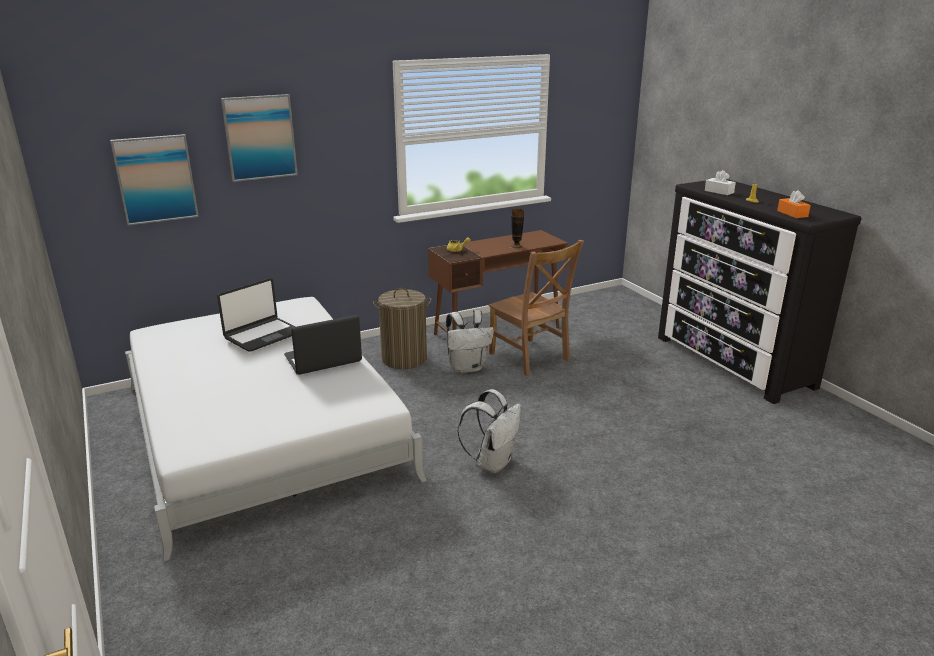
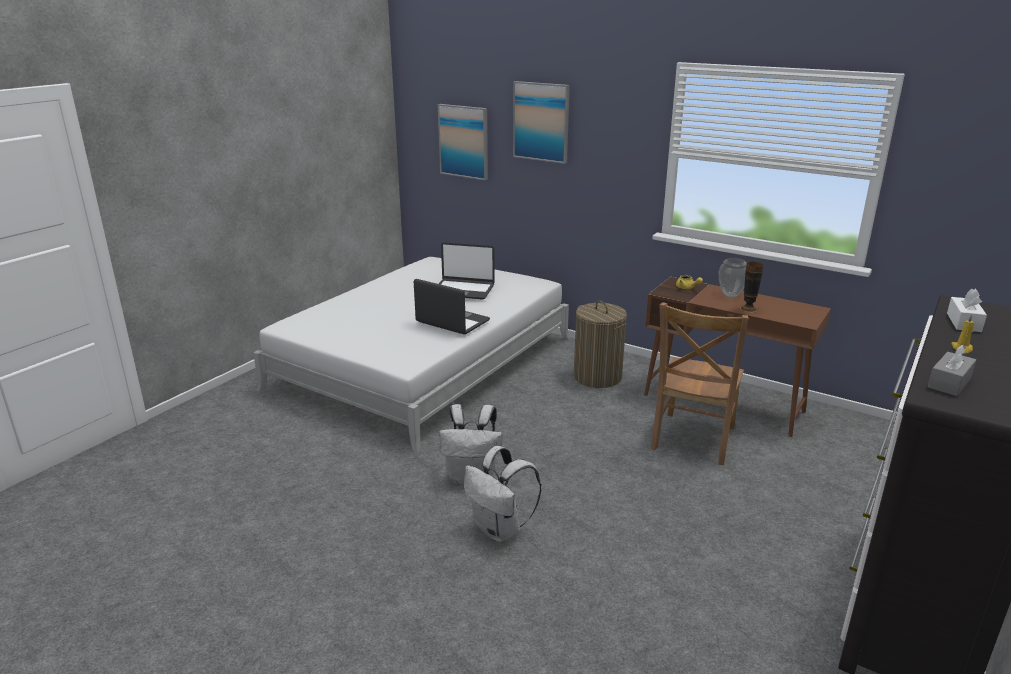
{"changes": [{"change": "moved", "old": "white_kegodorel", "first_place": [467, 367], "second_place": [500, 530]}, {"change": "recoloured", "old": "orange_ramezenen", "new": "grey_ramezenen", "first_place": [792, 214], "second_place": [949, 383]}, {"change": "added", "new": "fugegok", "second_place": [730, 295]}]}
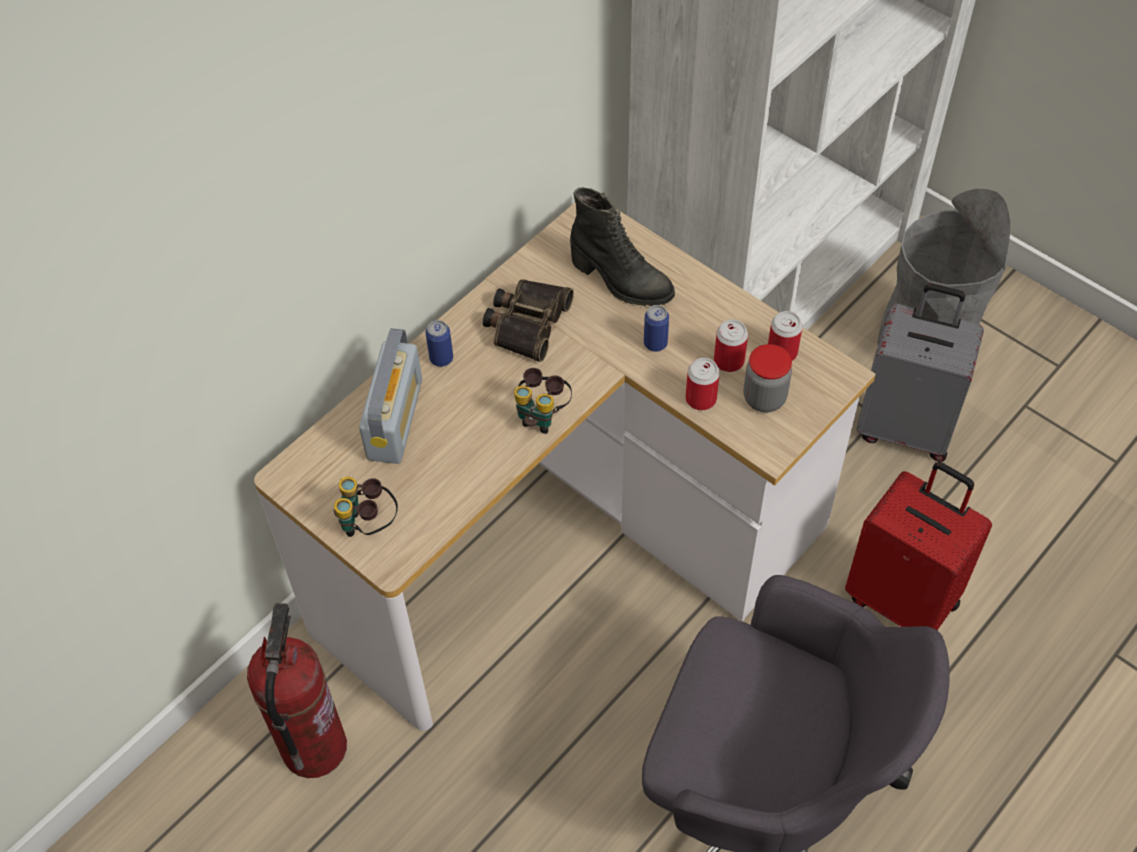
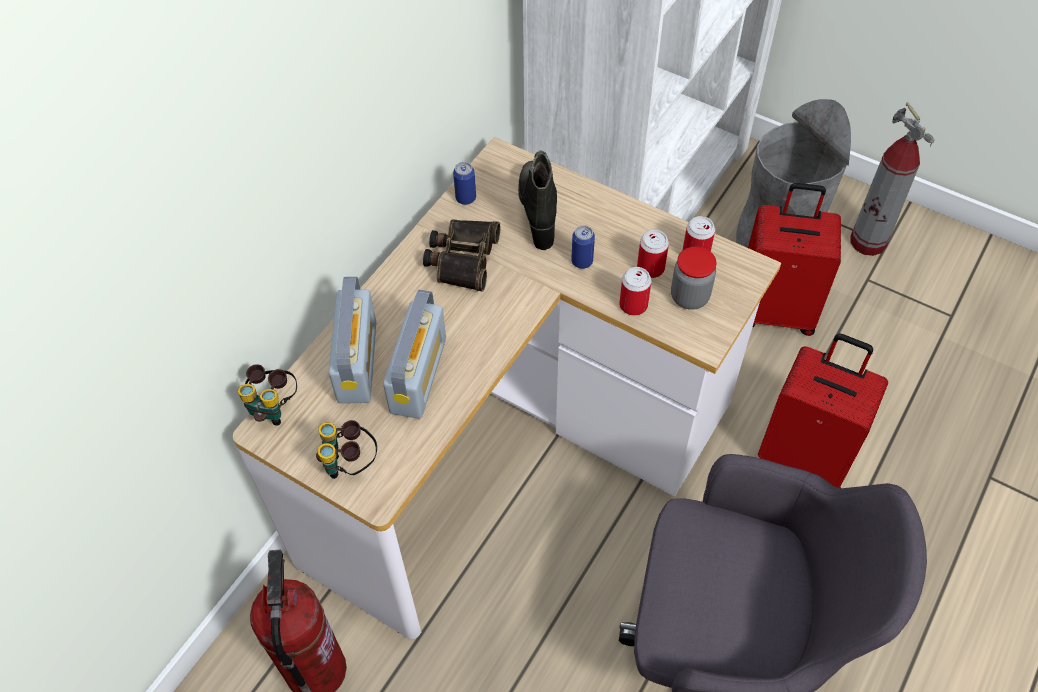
{"changes": [{"change": "moved", "old": "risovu", "first_place": [441, 358], "second_place": [466, 198]}, {"change": "moved", "old": "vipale", "first_place": [542, 415], "second_place": [274, 407]}, {"change": "turned", "old": "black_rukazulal", "first_place": [620, 281], "second_place": [539, 211], "degrees": -120}, {"change": "recoloured", "old": "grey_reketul", "new": "red_reketul", "first_place": [906, 427], "second_place": [775, 310]}, {"change": "added", "new": "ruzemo", "second_place": [418, 374]}, {"change": "added", "new": "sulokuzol", "second_place": [868, 242]}]}
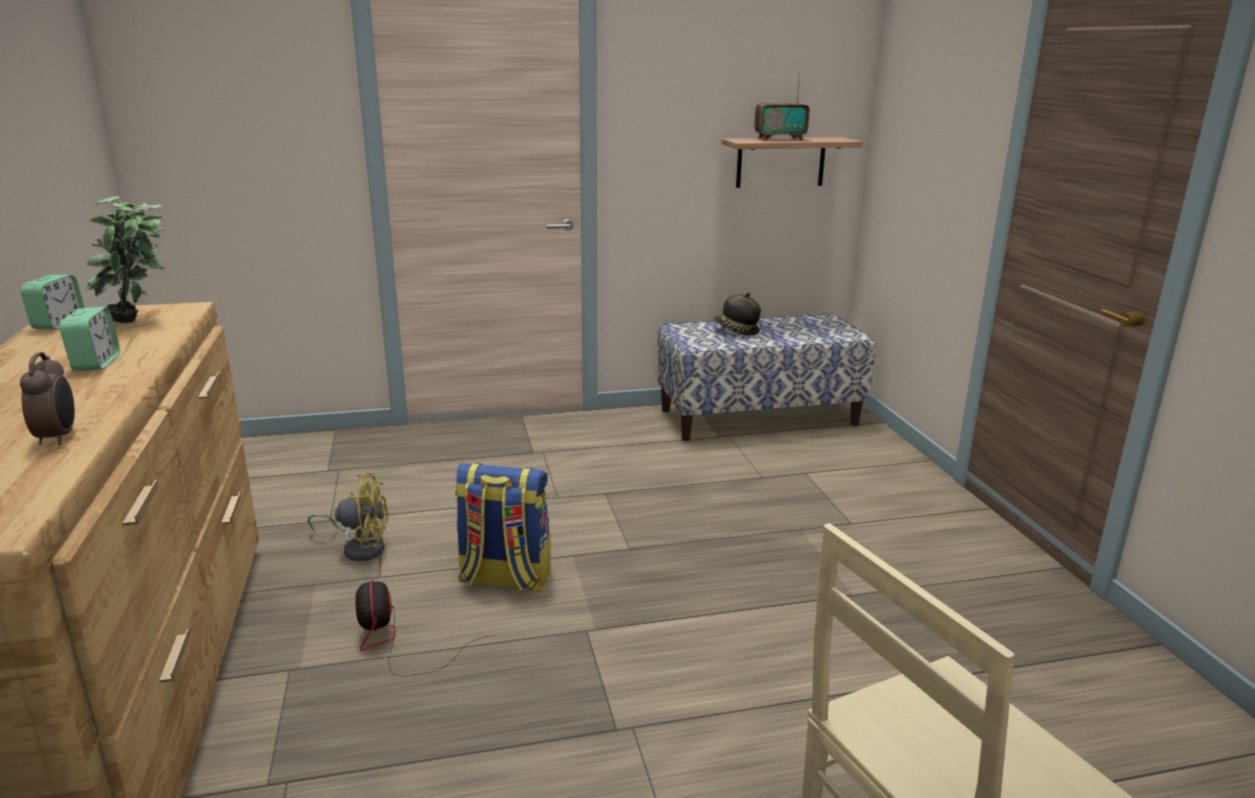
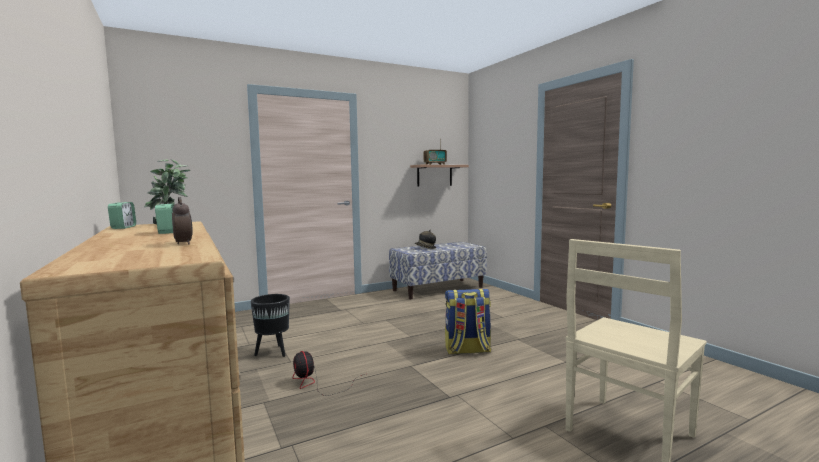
{"changes": [{"change": "replaced", "old": "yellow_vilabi", "new": "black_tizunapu", "first_place": [360, 547], "second_place": [272, 352]}, {"change": "moved", "old": "kegodorel", "first_place": [504, 578], "second_place": [467, 350]}]}
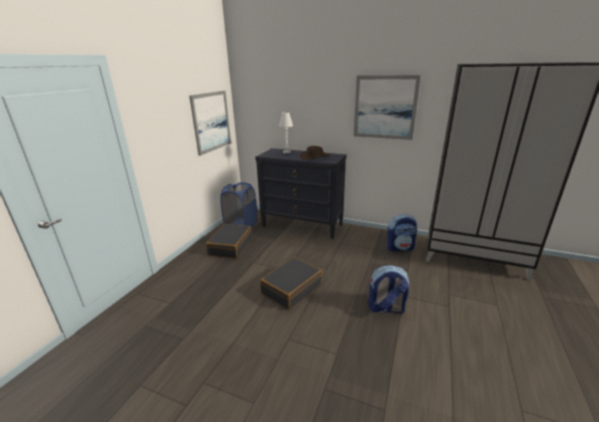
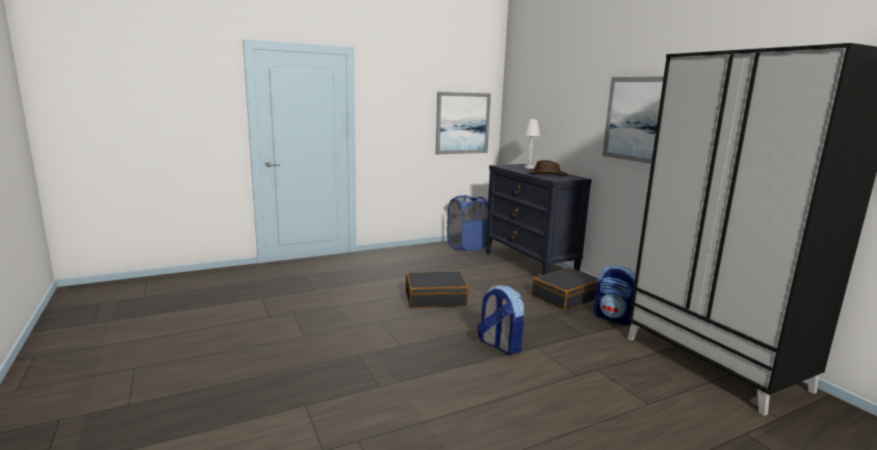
{"changes": [{"change": "moved", "old": "black_reketul", "first_place": [230, 246], "second_place": [565, 297]}]}
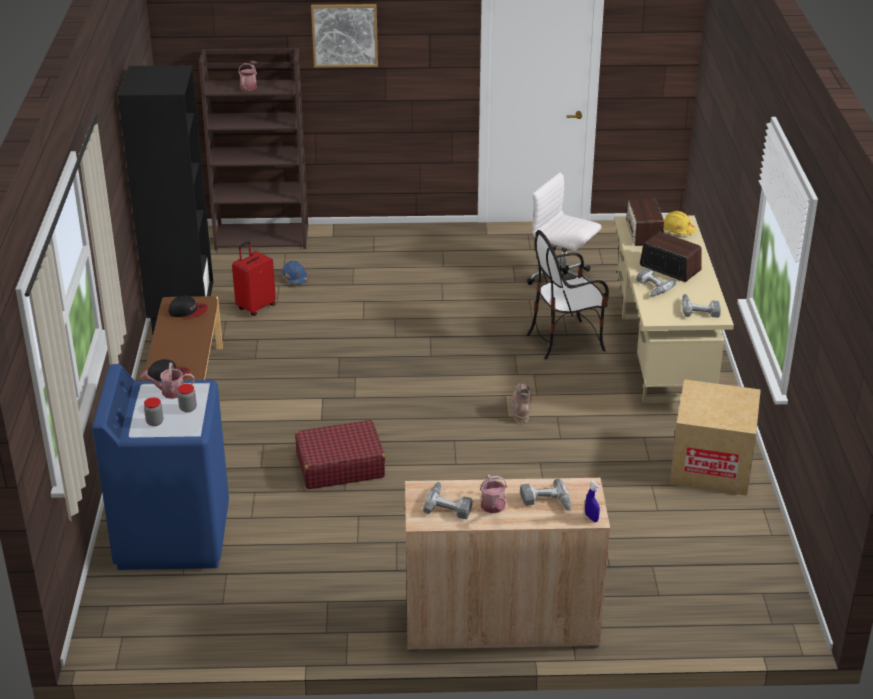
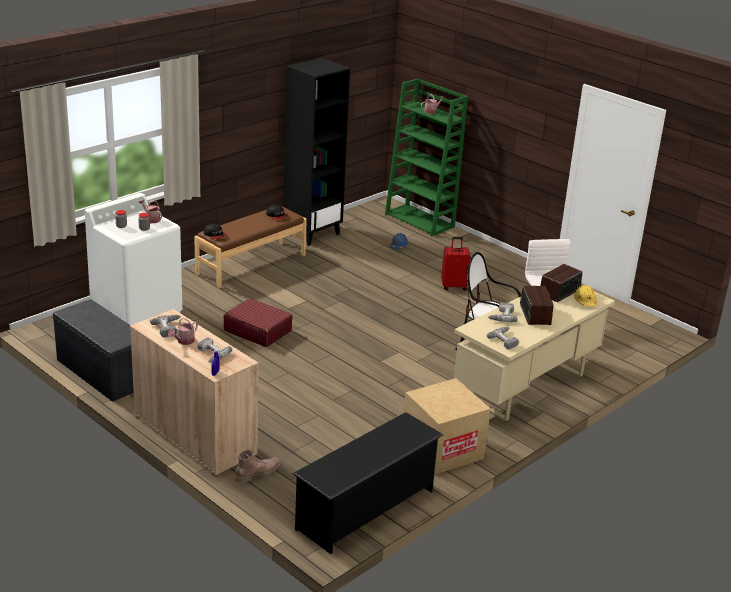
{"changes": [{"change": "recoloured", "old": "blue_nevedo", "new": "white_nevedo", "first_place": [173, 535], "second_place": [137, 312]}, {"change": "recoloured", "old": "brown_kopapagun", "new": "green_kopapagun", "first_place": [263, 237], "second_place": [420, 220]}, {"change": "moved", "old": "red_reketul", "first_place": [255, 307], "second_place": [454, 286]}, {"change": "removed", "old": "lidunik", "first_place": [345, 35]}, {"change": "moved", "old": "brown_rukazulal", "first_place": [521, 406], "second_place": [257, 472]}, {"change": "added", "new": "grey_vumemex", "second_place": [101, 372]}, {"change": "added", "new": "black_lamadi", "second_place": [366, 509]}]}
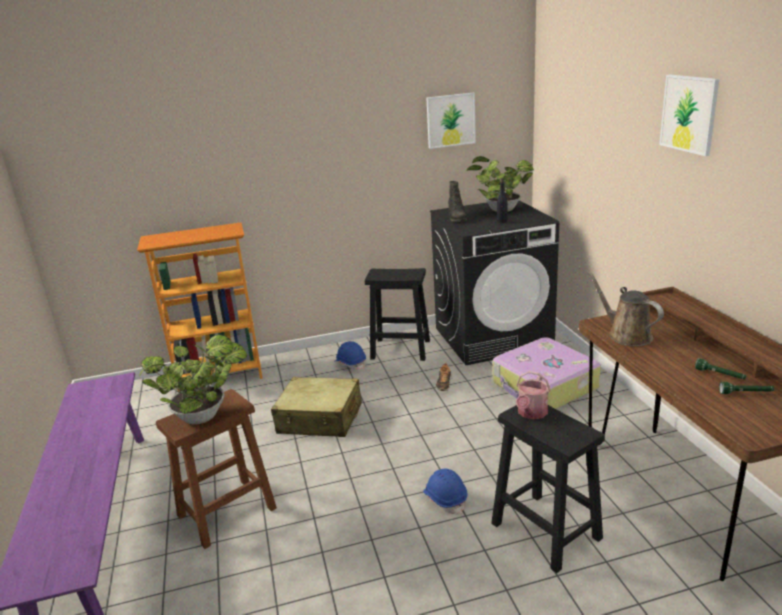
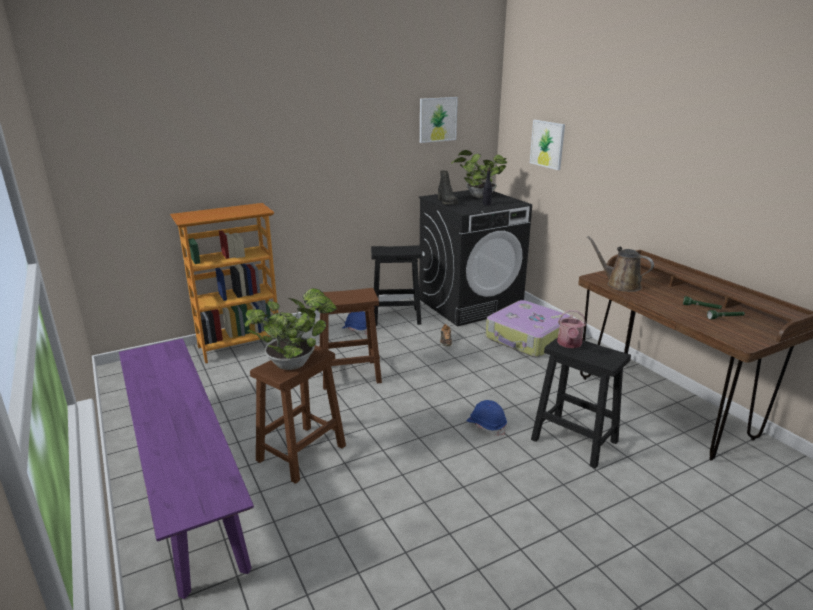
{"changes": [{"change": "replaced", "old": "beige_reketul", "new": "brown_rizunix", "first_place": [320, 419], "second_place": [351, 374]}, {"change": "moved", "old": "lidunik", "first_place": [689, 114], "second_place": [547, 144]}]}
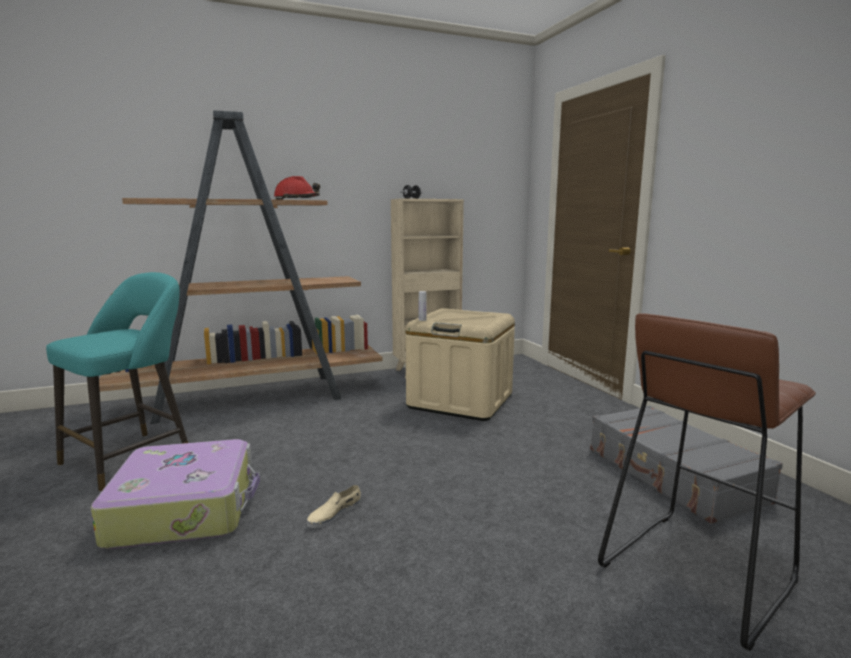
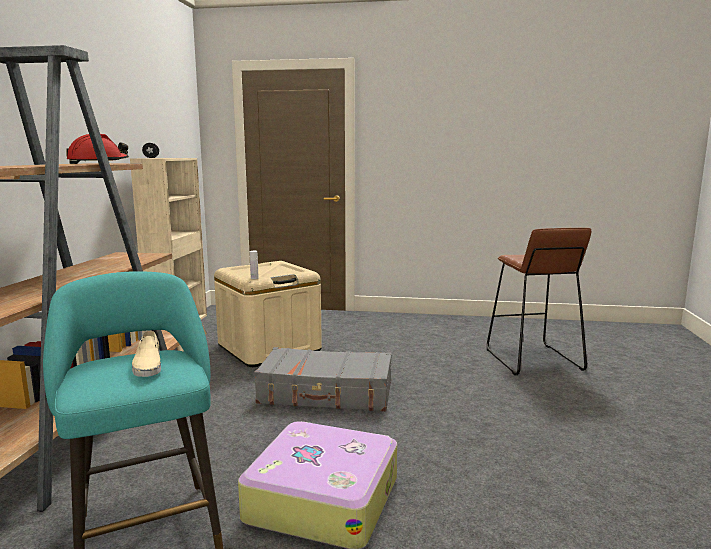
{"changes": [{"change": "moved", "old": "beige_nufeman", "first_place": [334, 514], "second_place": [148, 364]}, {"change": "moved", "old": "grey_reketul", "first_place": [672, 475], "second_place": [326, 393]}]}
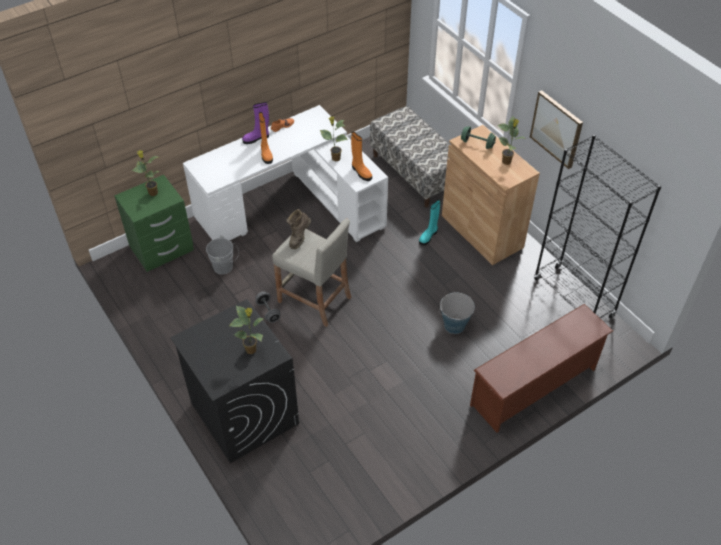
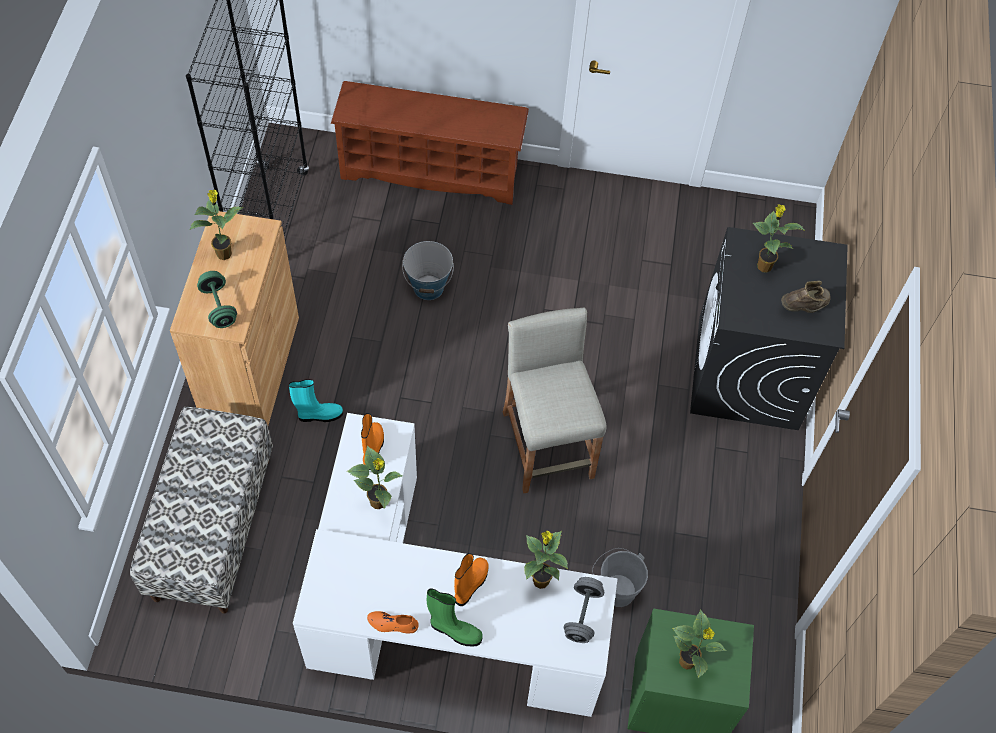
{"changes": [{"change": "recoloured", "old": "purple_rukazulal", "new": "green_rukazulal", "first_place": [256, 138], "second_place": [454, 630]}, {"change": "moved", "old": "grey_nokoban", "first_place": [268, 312], "second_place": [582, 615]}, {"change": "moved", "old": "brown_rukazulal", "first_place": [299, 237], "second_place": [804, 308]}, {"change": "removed", "old": "lidunik", "first_place": [556, 129]}, {"change": "added", "new": "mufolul", "second_place": [540, 579]}]}
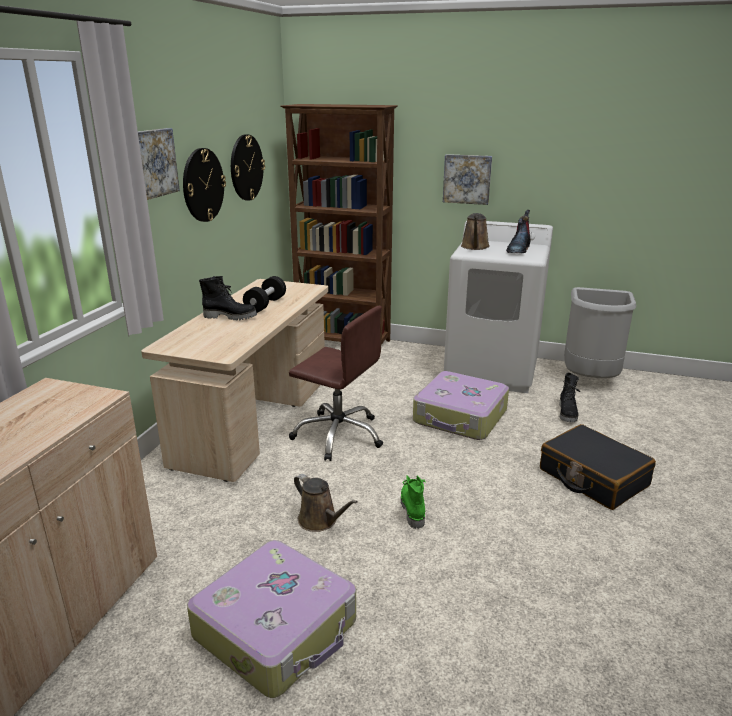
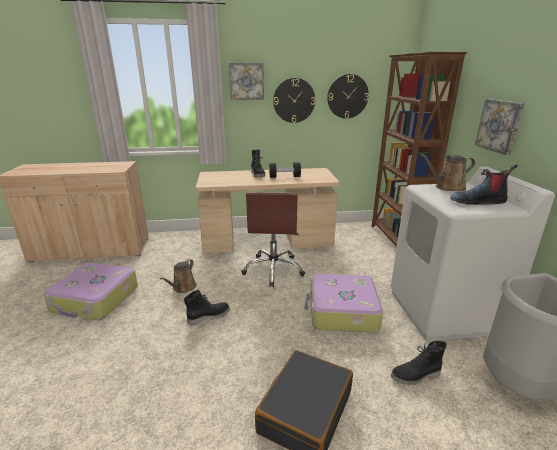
{"changes": [{"change": "recoloured", "old": "green_rukazulal", "new": "black_rukazulal", "first_place": [412, 508], "second_place": [208, 316]}]}
